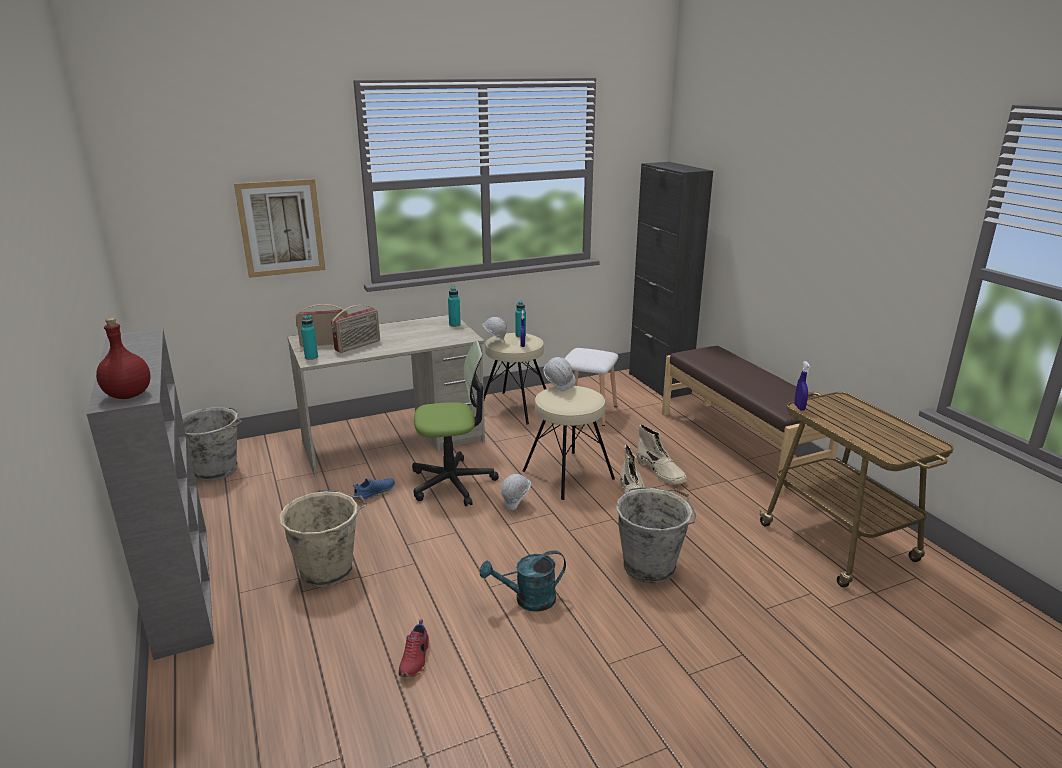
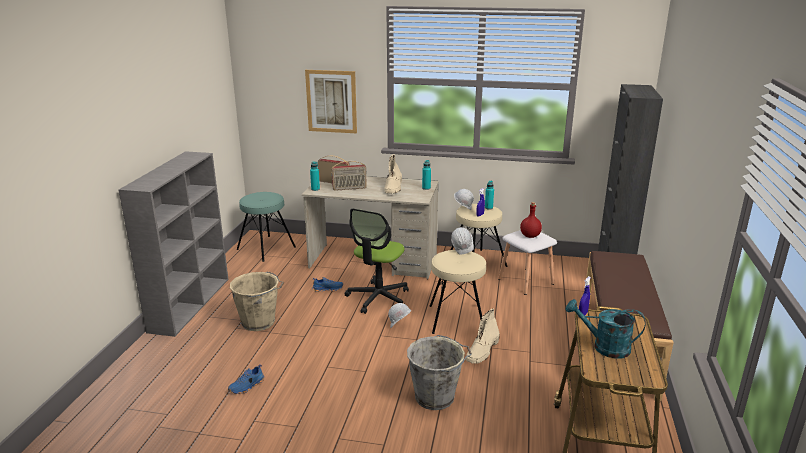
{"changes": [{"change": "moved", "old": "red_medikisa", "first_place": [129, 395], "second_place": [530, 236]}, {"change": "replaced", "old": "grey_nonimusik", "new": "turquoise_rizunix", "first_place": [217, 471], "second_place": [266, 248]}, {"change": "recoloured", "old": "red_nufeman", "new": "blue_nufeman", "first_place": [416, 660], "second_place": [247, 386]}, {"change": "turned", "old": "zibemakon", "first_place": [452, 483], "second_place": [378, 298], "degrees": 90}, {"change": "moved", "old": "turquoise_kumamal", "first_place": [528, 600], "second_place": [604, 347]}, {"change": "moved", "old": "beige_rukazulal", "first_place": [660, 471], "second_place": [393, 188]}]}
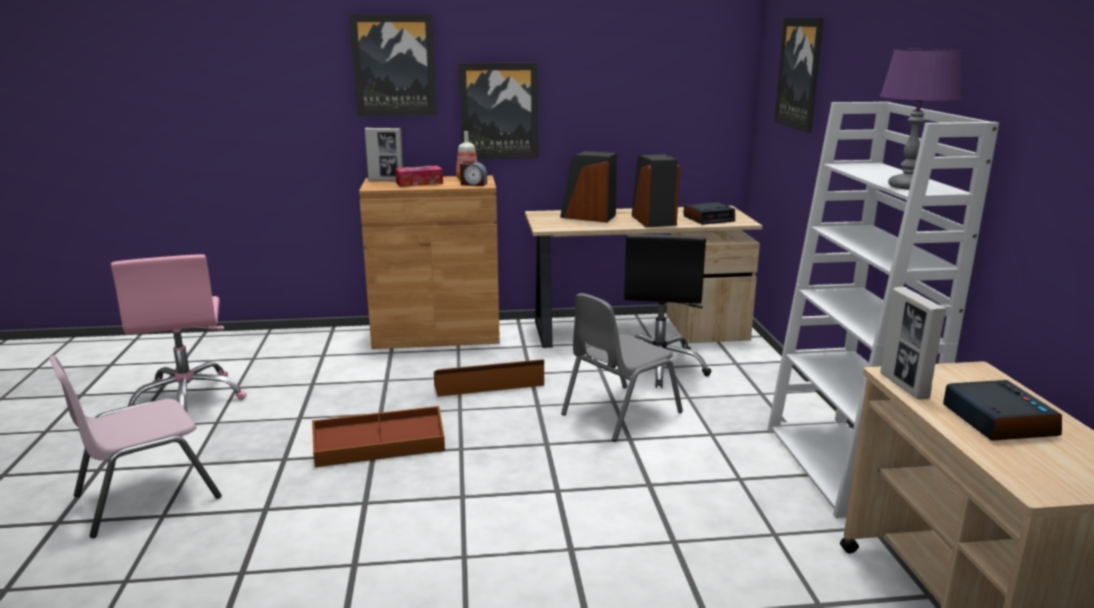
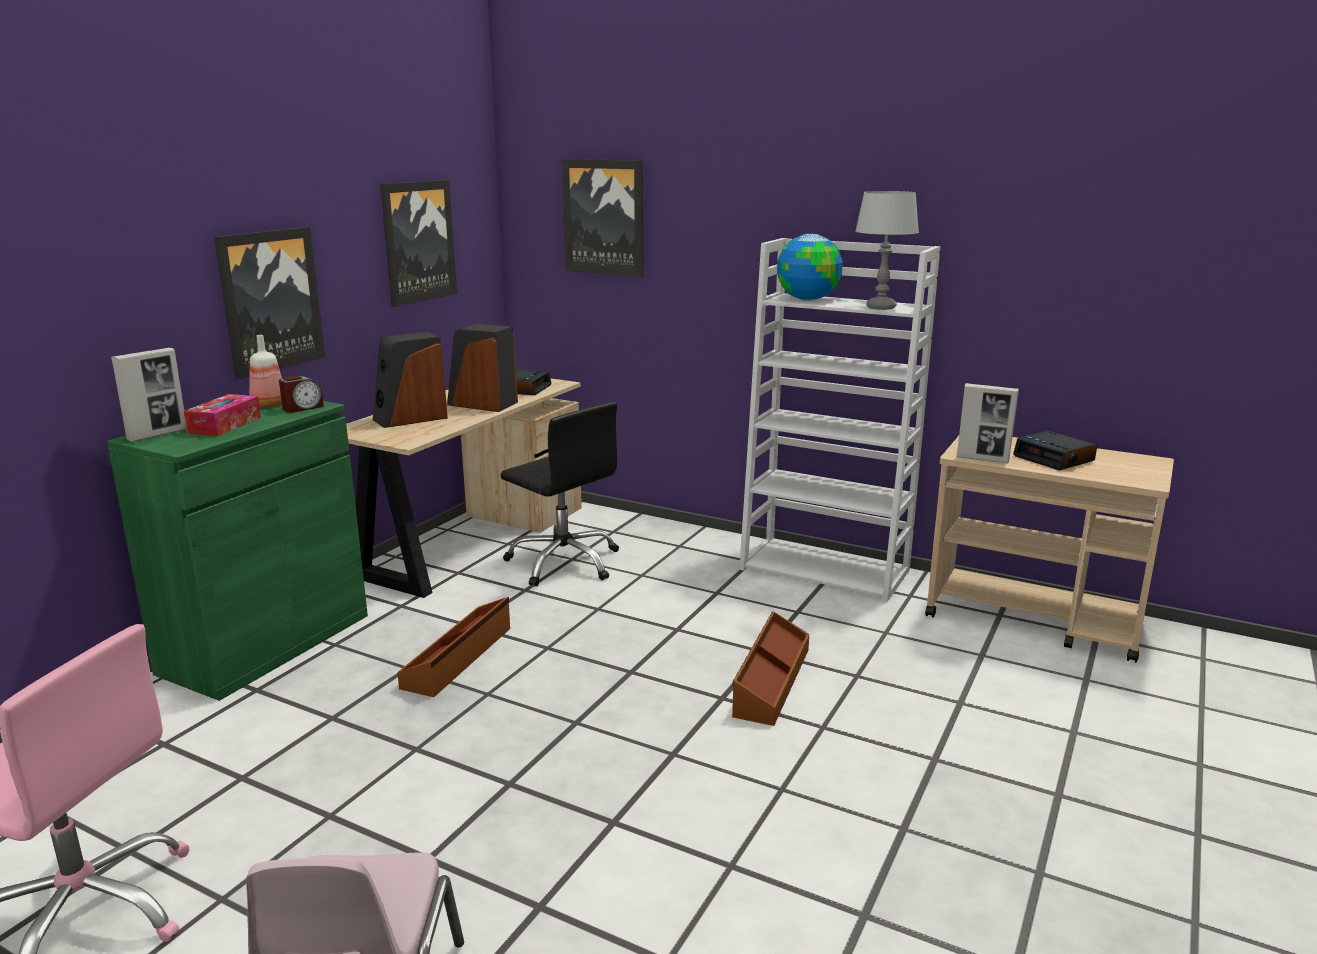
{"changes": [{"change": "moved", "old": "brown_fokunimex", "first_place": [380, 449], "second_place": [770, 681]}, {"change": "moved", "old": "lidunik", "first_place": [394, 65], "second_place": [418, 241]}, {"change": "recoloured", "old": "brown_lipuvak", "new": "green_lipuvak", "first_place": [436, 334], "second_place": [266, 644]}, {"change": "removed", "old": "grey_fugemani", "first_place": [620, 413]}, {"change": "recoloured", "old": "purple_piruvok", "new": "grey_piruvok", "first_place": [906, 186], "second_place": [881, 307]}, {"change": "turned", "old": "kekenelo", "first_place": [997, 420], "second_place": [1054, 458], "degrees": -150}, {"change": "added", "new": "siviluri", "second_place": [807, 299]}]}
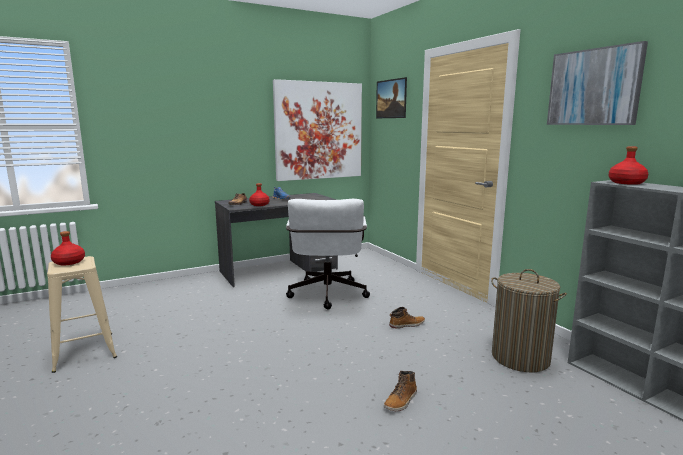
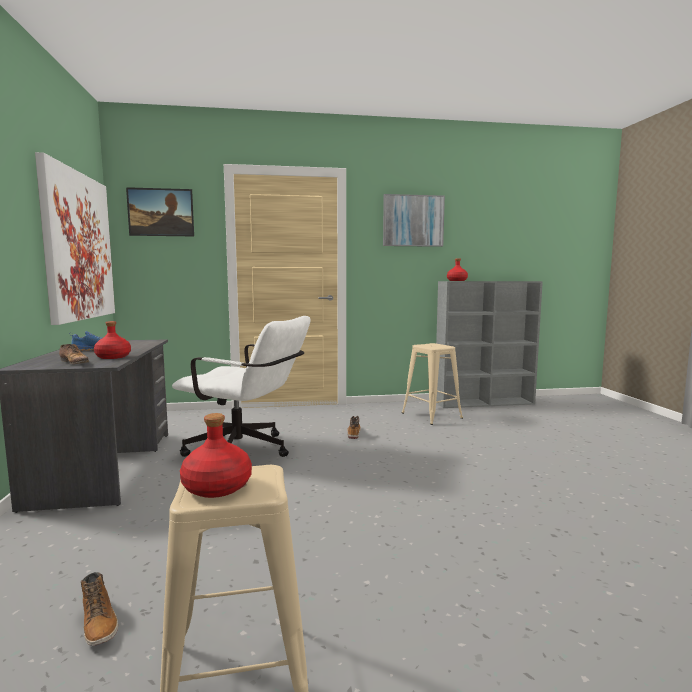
{"changes": [{"change": "moved", "old": "rukazulal", "first_place": [401, 401], "second_place": [99, 623]}, {"change": "replaced", "old": "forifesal", "new": "beige_rizunix", "first_place": [520, 358], "second_place": [431, 416]}]}
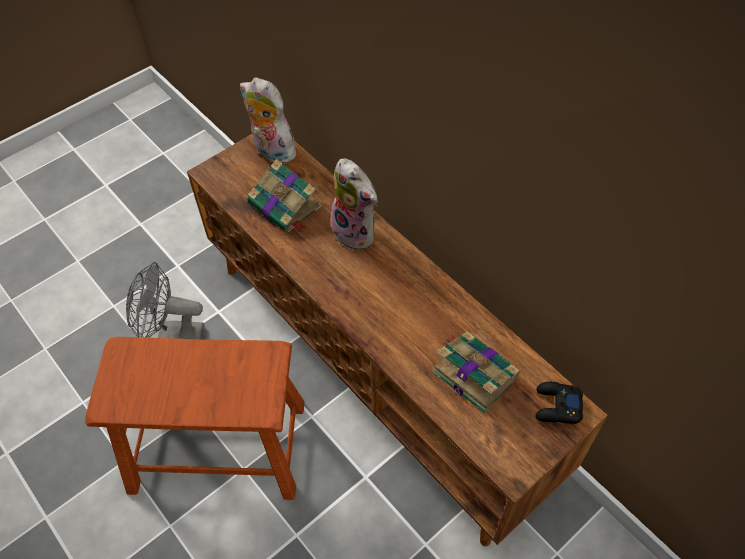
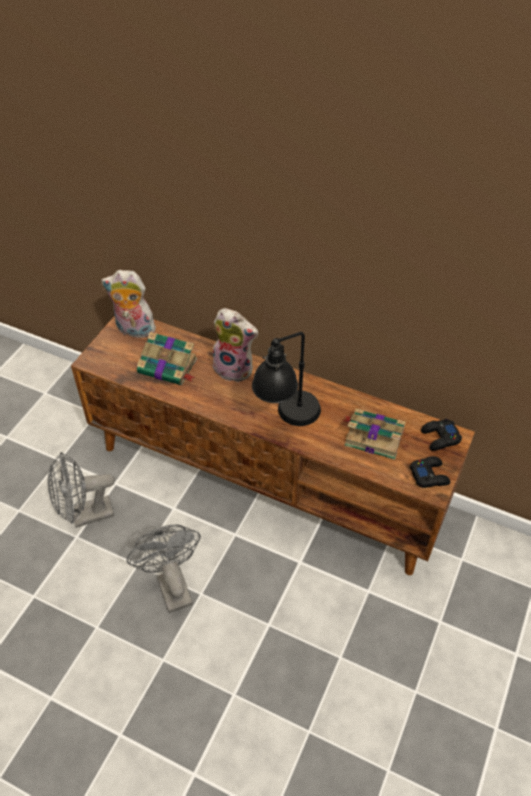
{"changes": [{"change": "replaced", "old": "brown_rizunix", "new": "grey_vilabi", "first_place": [219, 446], "second_place": [171, 584]}, {"change": "added", "new": "black_piruvok", "second_place": [287, 421]}, {"change": "added", "new": "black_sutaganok", "second_place": [429, 475]}]}
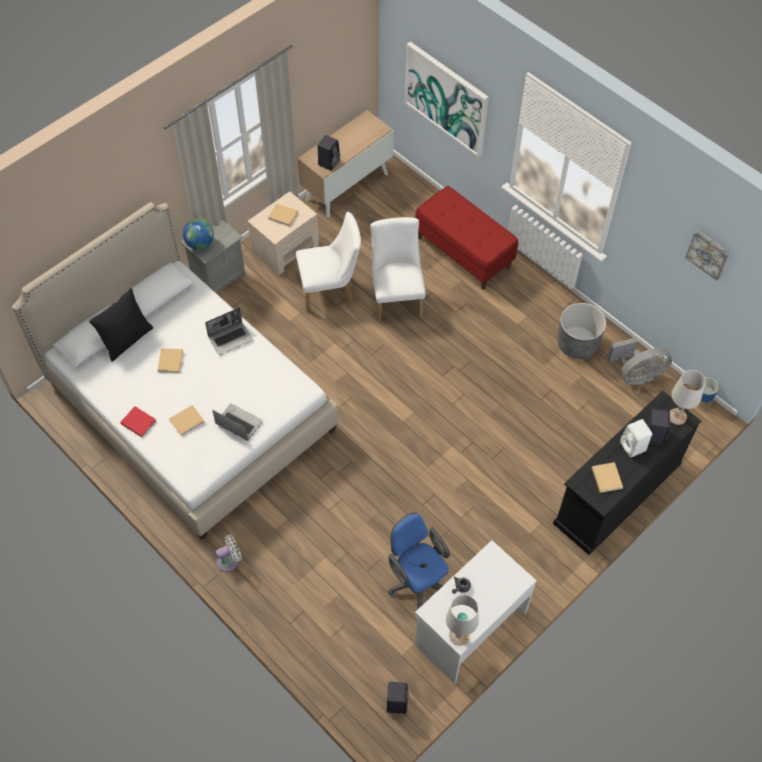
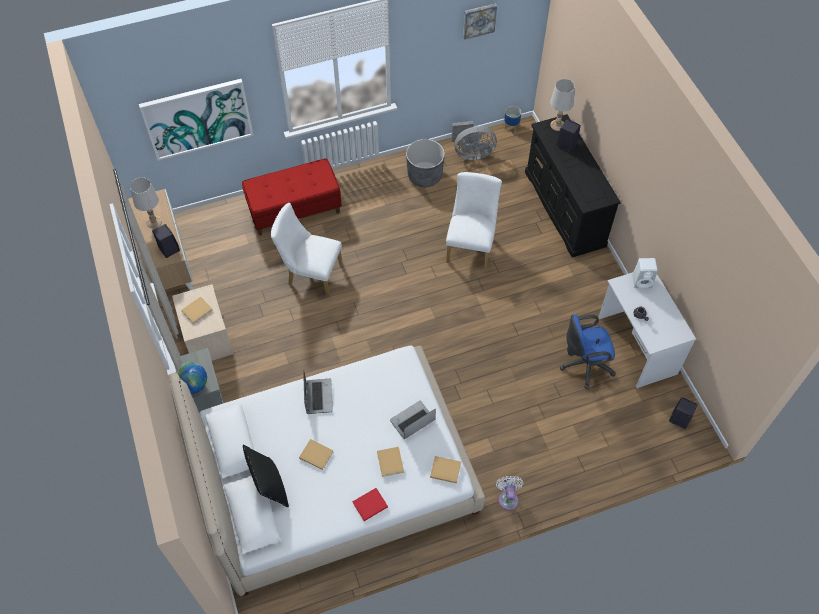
{"changes": [{"change": "moved", "old": "white_fugemani", "first_place": [330, 290], "second_place": [471, 245]}, {"change": "moved", "old": "white_piruvok", "first_place": [459, 635], "second_place": [154, 222]}, {"change": "moved", "old": "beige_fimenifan", "first_place": [606, 477], "second_place": [444, 470]}, {"change": "turned", "old": "grey_vilabi", "first_place": [636, 375], "second_place": [471, 153], "degrees": 75}, {"change": "moved", "old": "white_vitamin", "first_place": [633, 447], "second_place": [642, 281]}]}
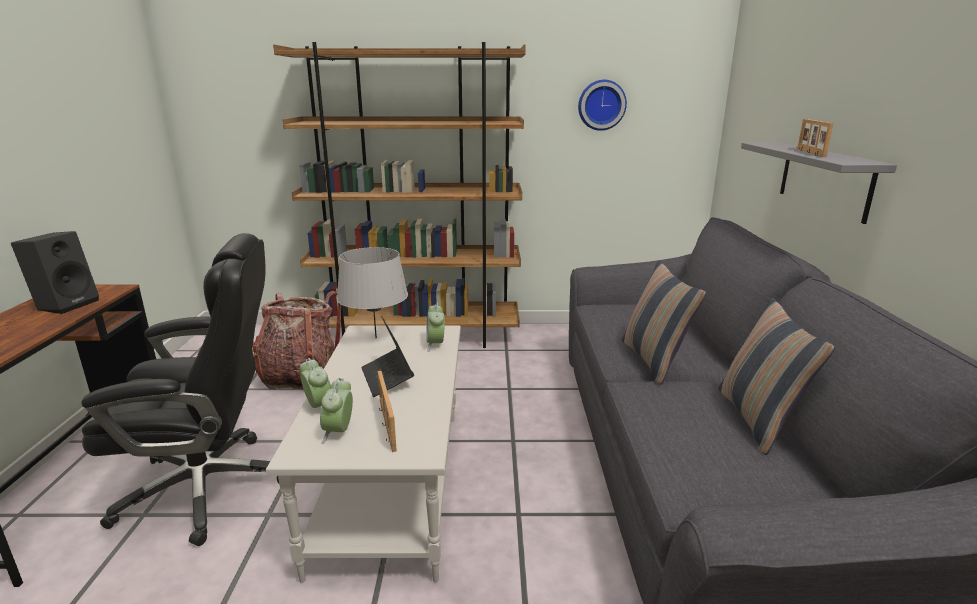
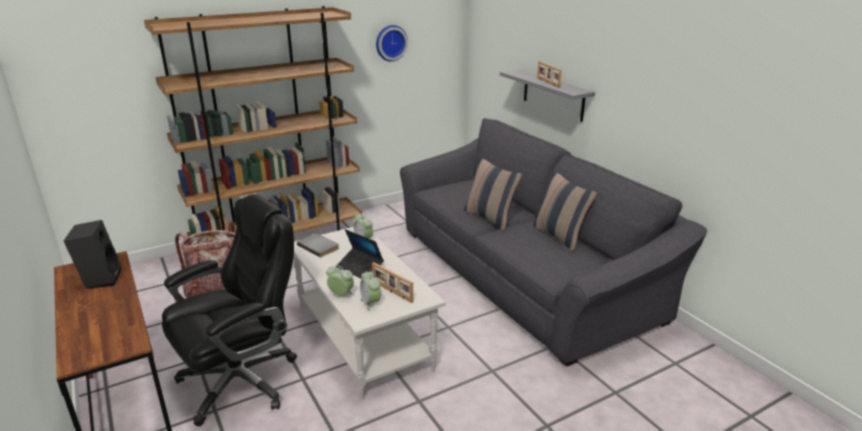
{"changes": [{"change": "replaced", "old": "grey_piruvok", "new": "grey_fimenifan", "first_place": [376, 338], "second_place": [319, 246]}]}
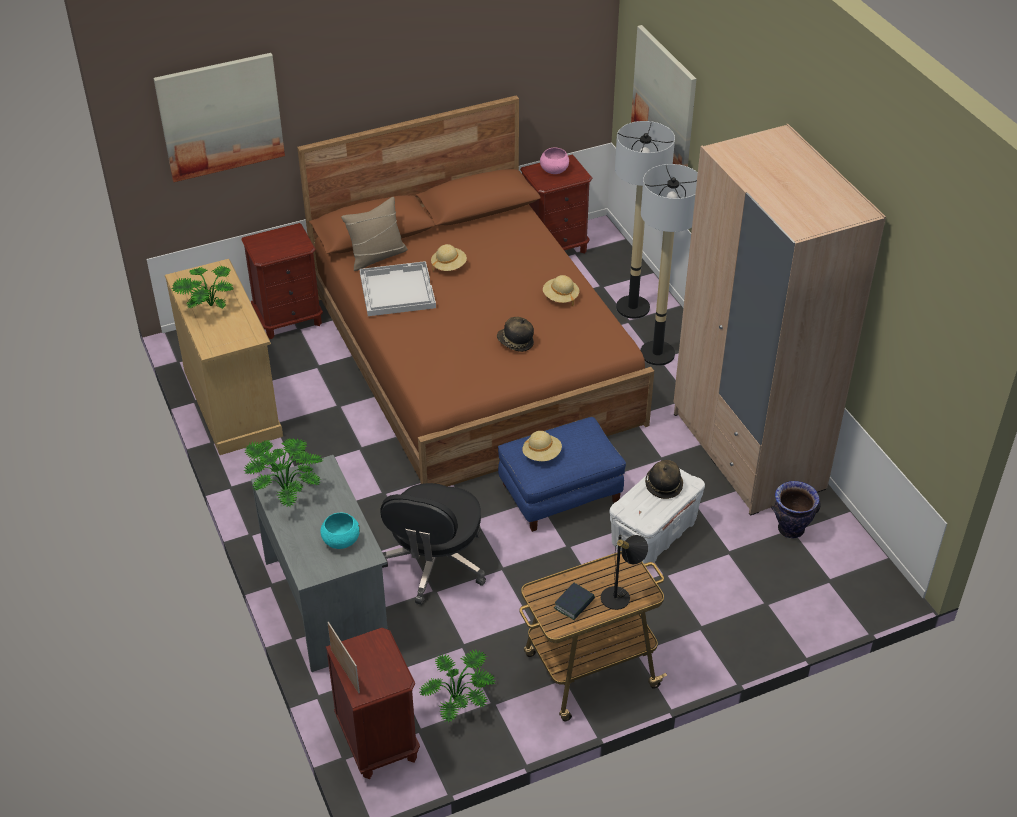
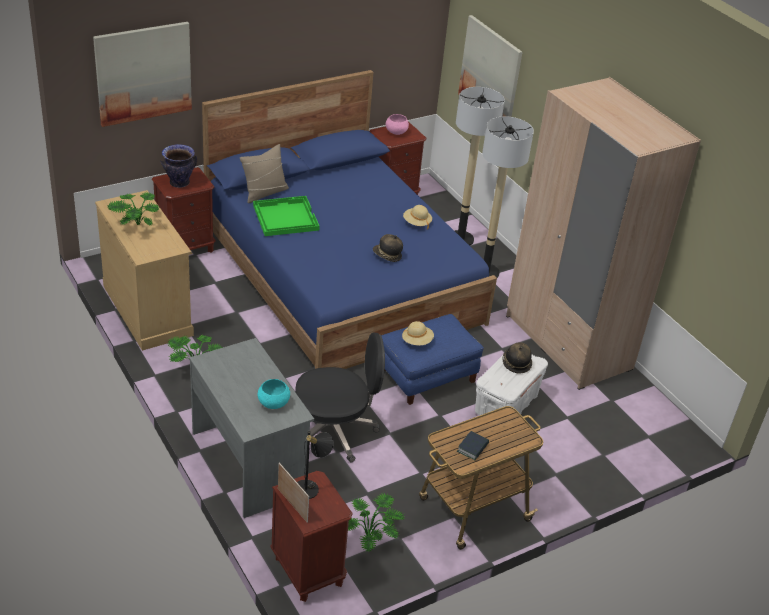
{"changes": [{"change": "removed", "old": "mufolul", "first_place": [291, 493]}, {"change": "recoloured", "old": "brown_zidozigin", "new": "blue_zidozigin", "first_place": [474, 357], "second_place": [341, 275]}, {"change": "recoloured", "old": "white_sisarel", "new": "green_sisarel", "first_place": [396, 290], "second_place": [285, 217]}, {"change": "turned", "old": "black_zibemakon", "first_place": [435, 564], "second_place": [334, 431], "degrees": -105}, {"change": "removed", "old": "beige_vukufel", "first_place": [449, 266]}, {"change": "moved", "old": "black_piruvok", "first_place": [621, 596], "second_place": [311, 488]}, {"change": "moved", "old": "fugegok", "first_place": [790, 529], "second_place": [179, 183]}]}
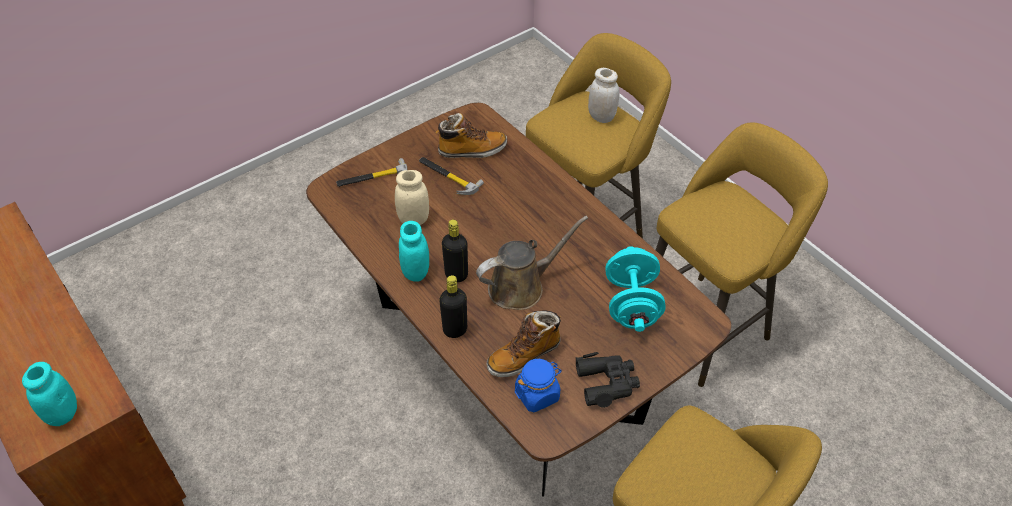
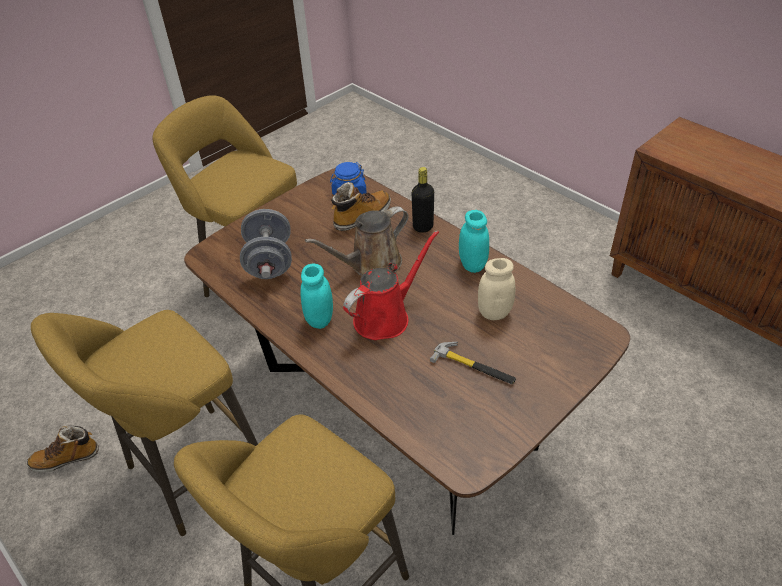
{"changes": [{"change": "moved", "old": "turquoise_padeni", "first_place": [62, 414], "second_place": [320, 319]}, {"change": "removed", "old": "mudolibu", "first_place": [372, 178]}, {"change": "moved", "old": "rukazulal", "first_place": [472, 150], "second_place": [66, 458]}, {"change": "removed", "old": "black_medikisa", "first_place": [456, 274]}, {"change": "removed", "old": "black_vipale", "first_place": [607, 382]}, {"change": "removed", "old": "white_padeni", "first_place": [601, 117]}, {"change": "recoloured", "old": "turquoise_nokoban", "new": "grey_nokoban", "first_place": [632, 304], "second_place": [269, 262]}, {"change": "added", "new": "red_kumamal", "second_place": [386, 316]}]}
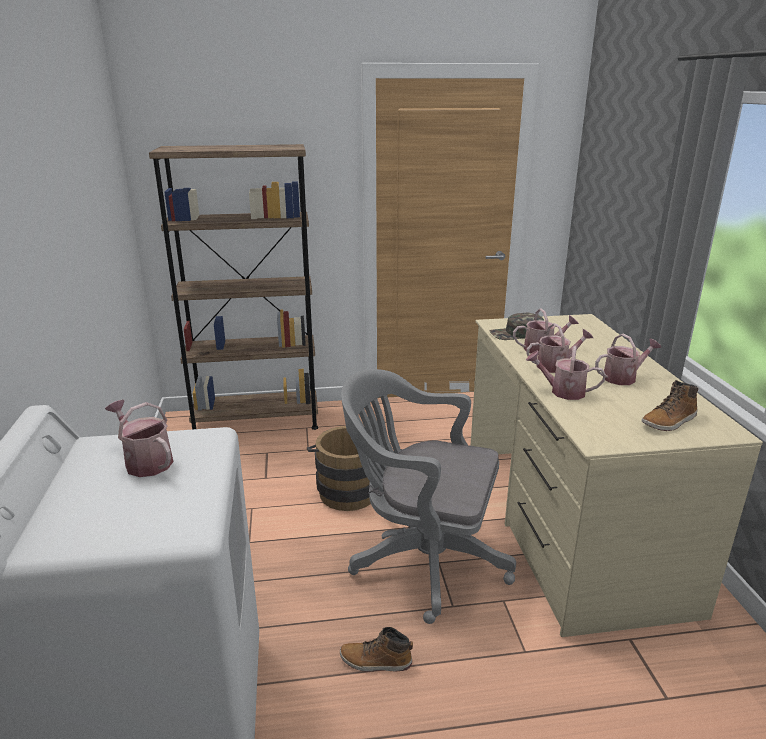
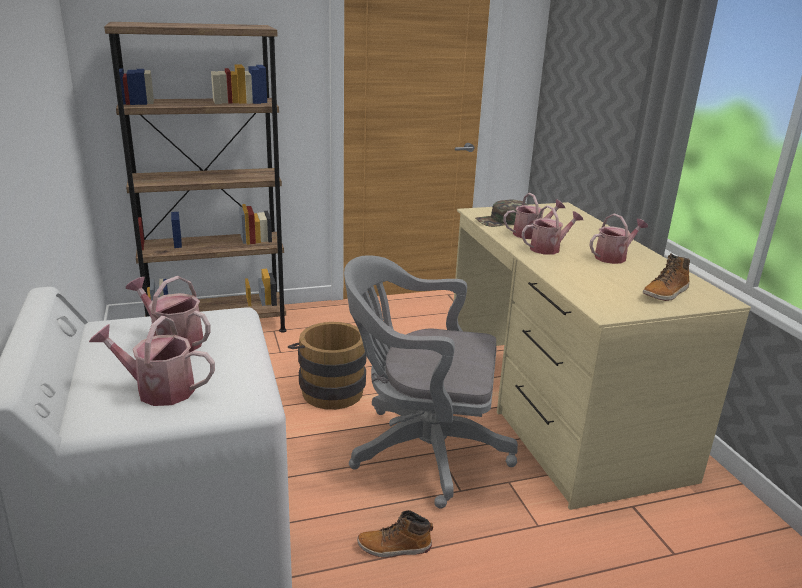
{"changes": [{"change": "moved", "old": "kumamal", "first_place": [562, 391], "second_place": [158, 389]}]}
